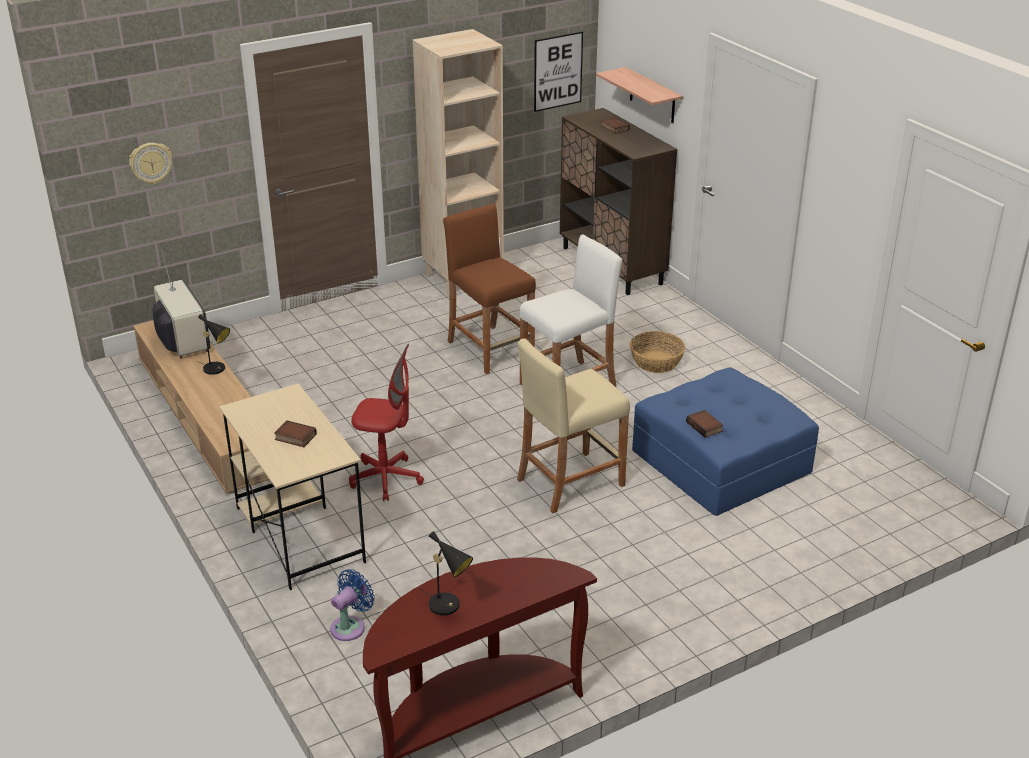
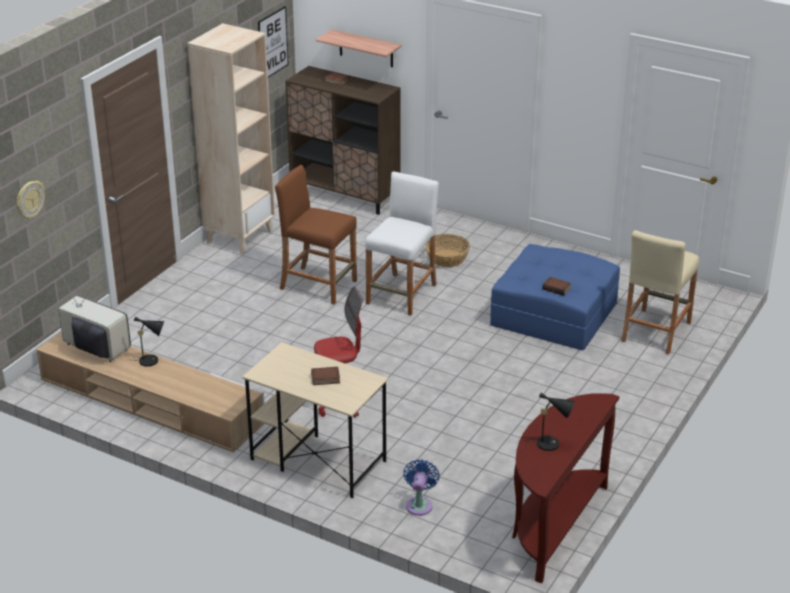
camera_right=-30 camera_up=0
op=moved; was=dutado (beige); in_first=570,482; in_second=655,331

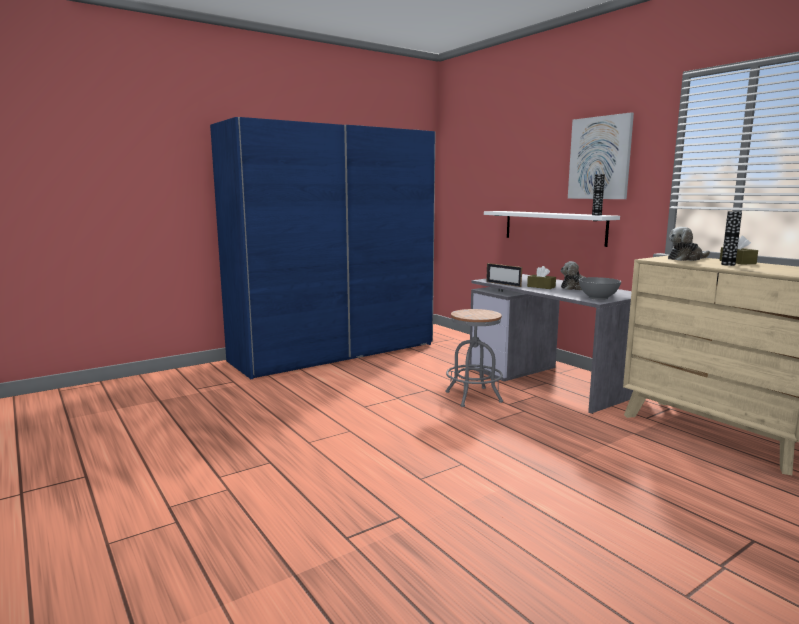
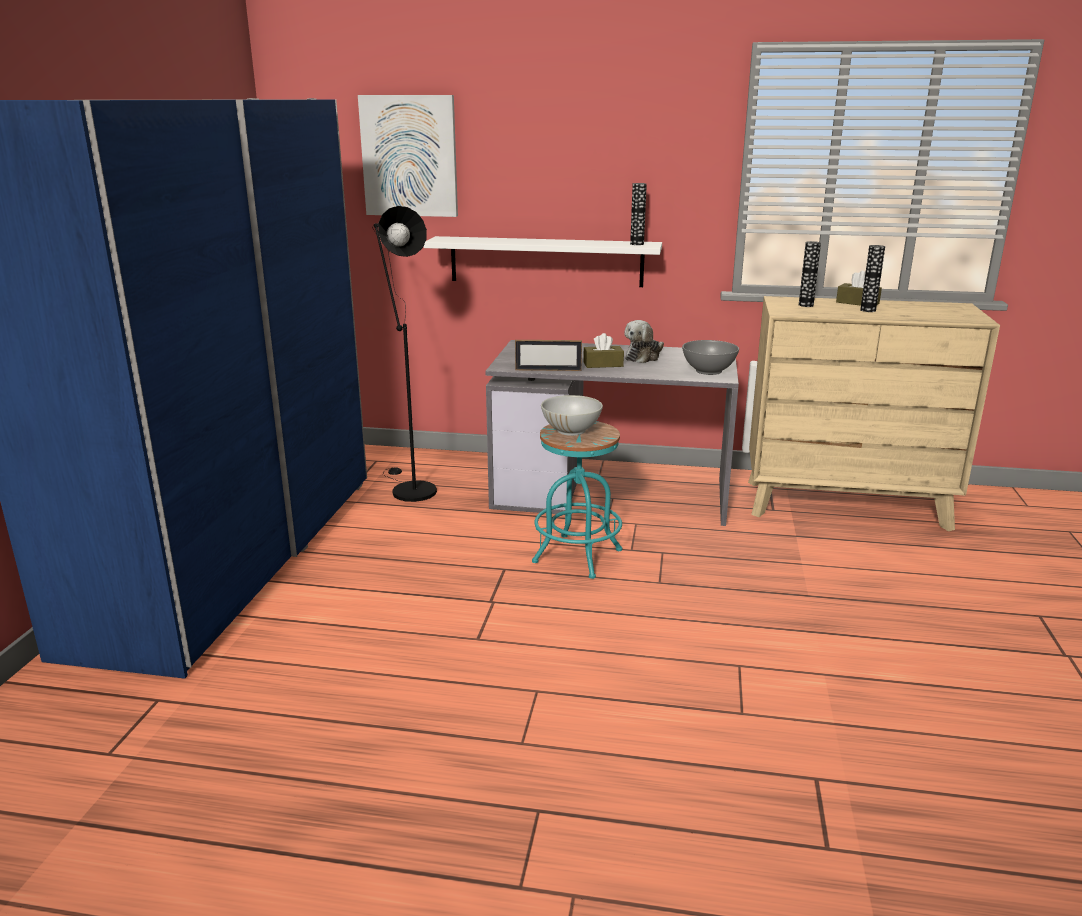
camera_right=-45 camera_up=10
op=moved; was=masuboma; in_first=600,158; in_second=409,156
op=replaced; was=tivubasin; now=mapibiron; in_first=686,259; in_second=806,305
op=recoloured; was=dutado (grey); now=dutado (turquoise); in_first=473,397; in_second=577,556
op=added; now=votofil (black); in_second=409,489
op=added; now=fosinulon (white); in_second=571,430

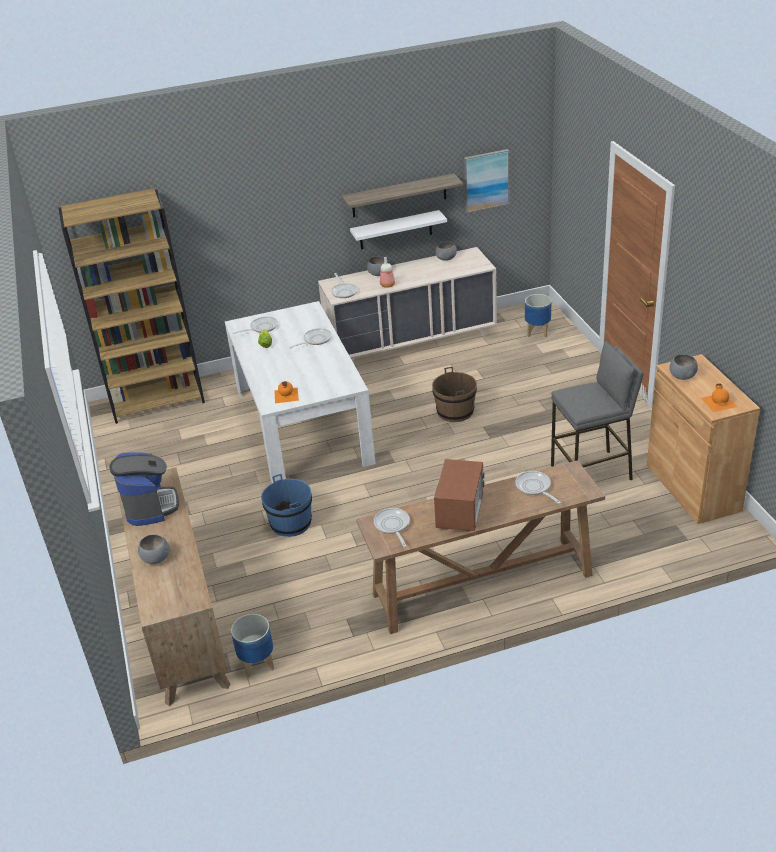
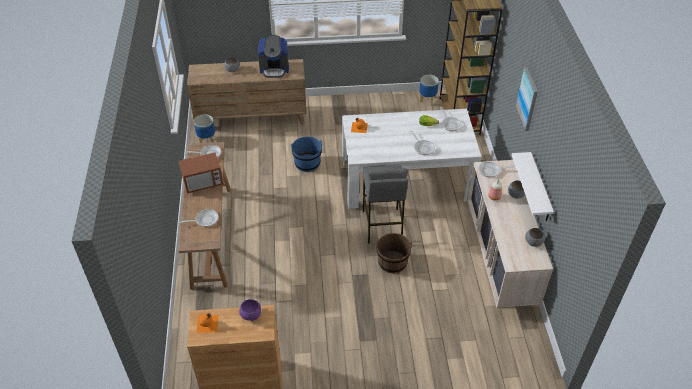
camera_right=100 camera_up=10
op=moved; was=masuboma; in_first=486,180; in_second=527,98
op=removed; was=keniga; in_first=399,196
op=moved; was=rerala; in_first=538,332; in_second=427,100
op=moved; was=dutado (grey); in_first=592,473; in_second=382,225
op=recoloured; was=fosinulon (grey); now=fosinulon (purple); in_first=682,376; in_second=251,314
op=turned; was=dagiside; in_first=460,512; in_second=203,182; clockwise=-45

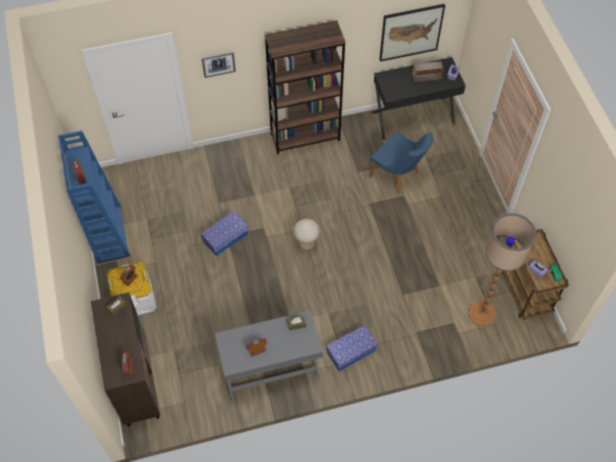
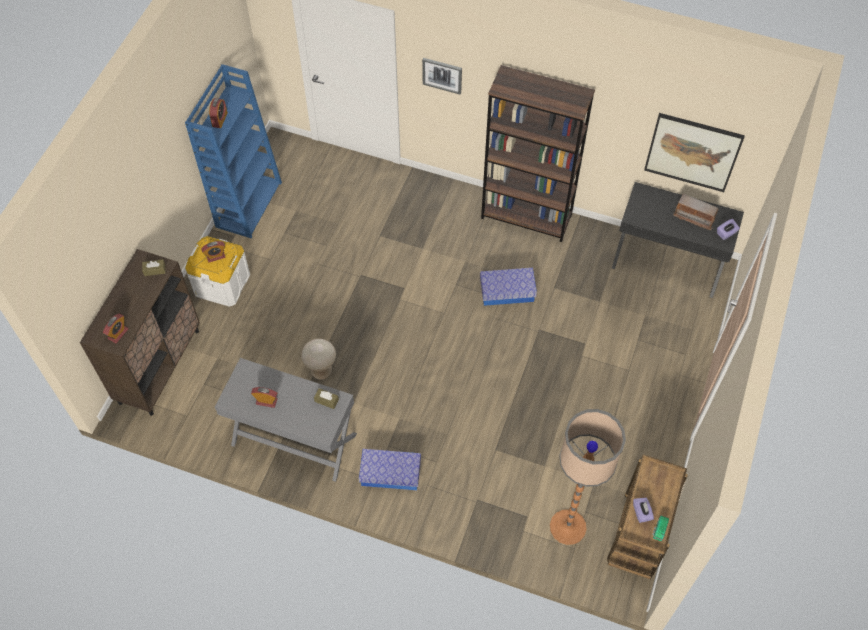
camera_right=35 camera_up=0
op=removed; was=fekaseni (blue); in_first=398,176
op=moved; was=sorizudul; in_first=225,237; in_second=507,292
op=moved; was=dutado (beige); in_first=306,244; in_second=321,371

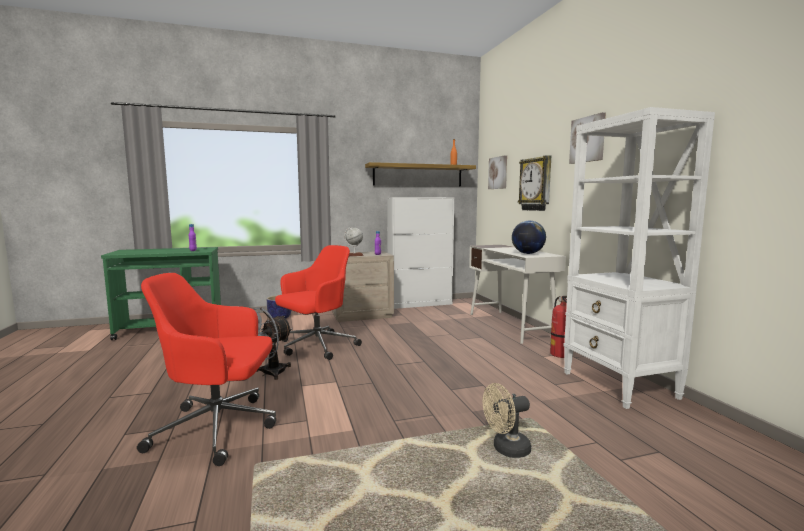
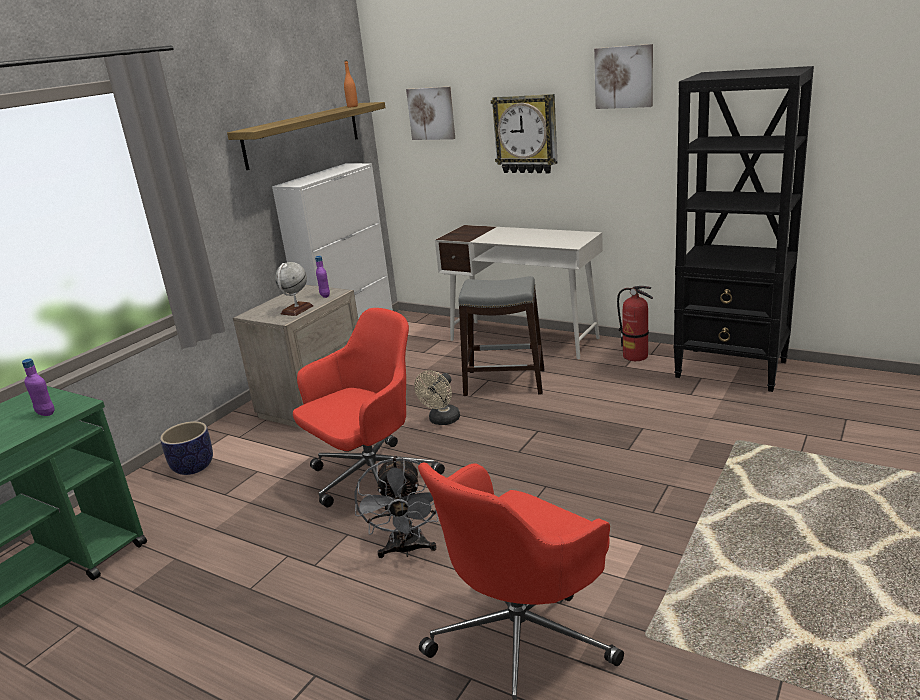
camera_right=-40 camera_up=15
op=recoloured; was=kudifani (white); now=kudifani (black); in_first=619,385; in_second=732,369
op=removed; was=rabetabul; in_first=527,253
op=turned; was=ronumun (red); in_first=316,346; in_second=370,480; clockwise=45
op=moved; was=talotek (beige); in_first=506,450; in_second=442,421
op=added; now=dutado (grey); in_second=505,382

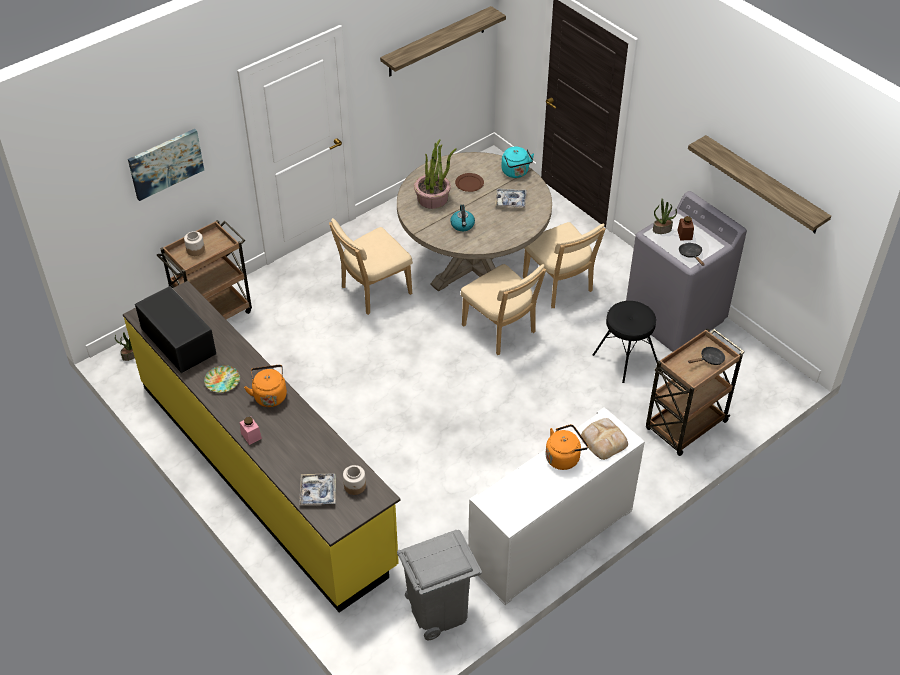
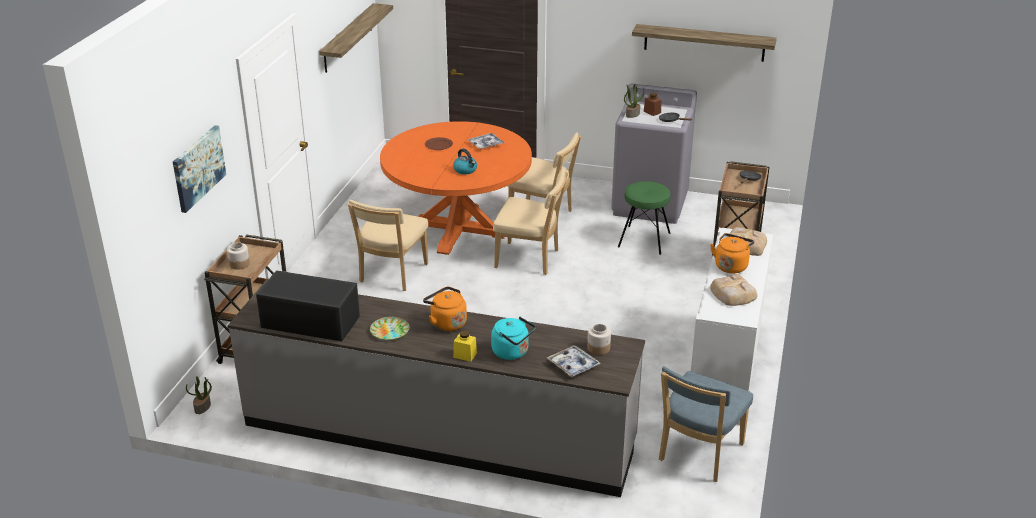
camera_right=-35 camera_up=-15
op=removed; was=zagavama; in_first=433,198
op=moved; was=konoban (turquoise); in_first=516,172; in_second=512,352
op=recoloured; was=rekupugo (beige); now=rekupugo (orange); in_first=473,265; in_second=458,229
op=recoloured; was=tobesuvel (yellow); now=tobesuvel (grey); in_first=265,473; in_second=439,433
op=recoloured; was=dutado (black); now=dutado (green); in_first=625,358; in_second=644,240
op=recoloured; was=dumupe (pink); now=dumupe (yellow); in_first=251,436; in_second=465,355
op=replaced; was=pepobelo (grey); now=fekaseni (blue); in_first=438,611; in_second=698,454
op=added; now=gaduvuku; in_second=733,294

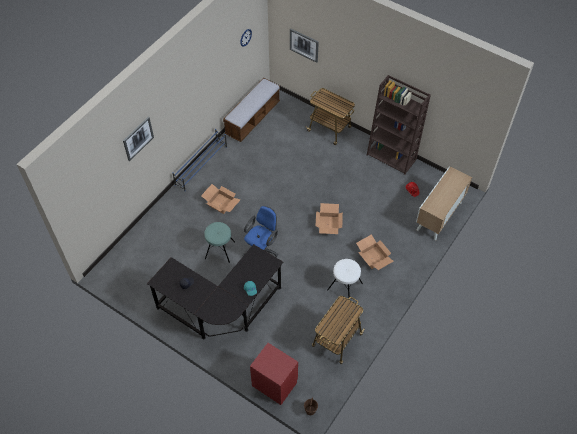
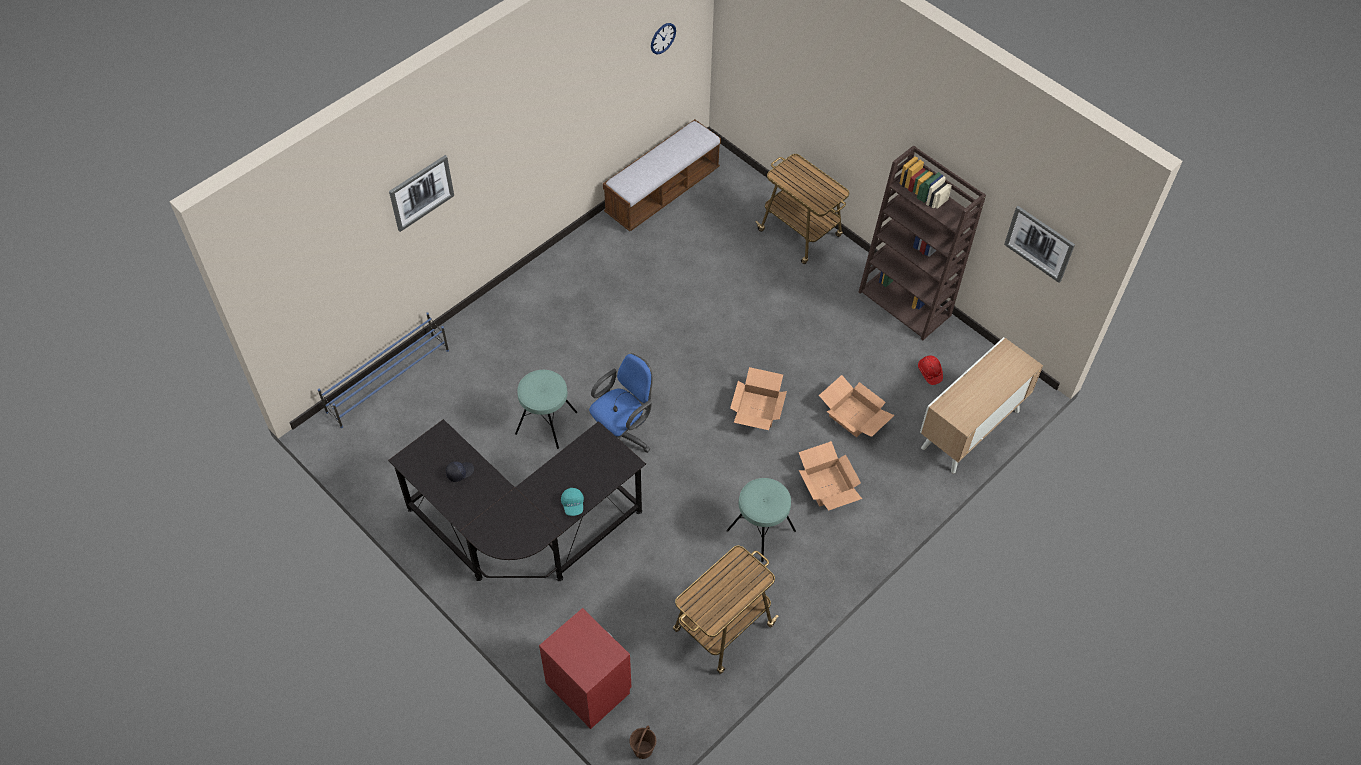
camera_right=10 camera_up=0
op=moved; was=masuboma; in_first=304,45; in_second=1039,243
op=moved; was=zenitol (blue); in_first=201,165; in_second=389,381
op=moved; was=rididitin; in_first=221,203; in_second=853,416
op=recoloured; was=dutado (white); now=dutado (turquoise); in_first=345,286; in_second=761,530

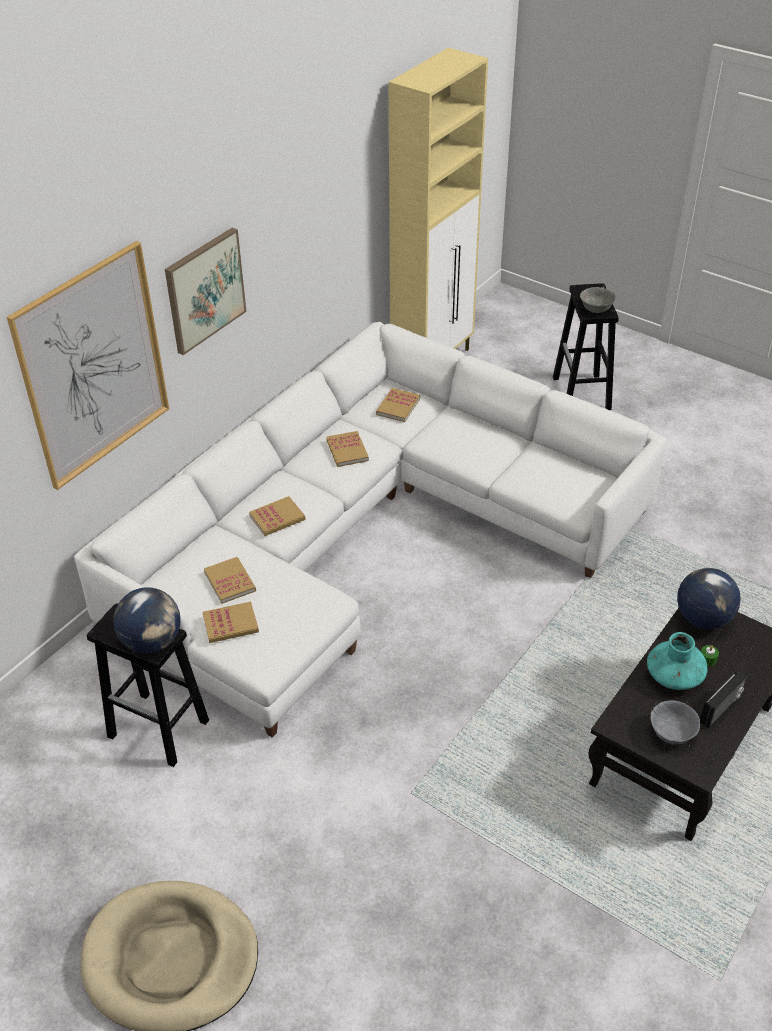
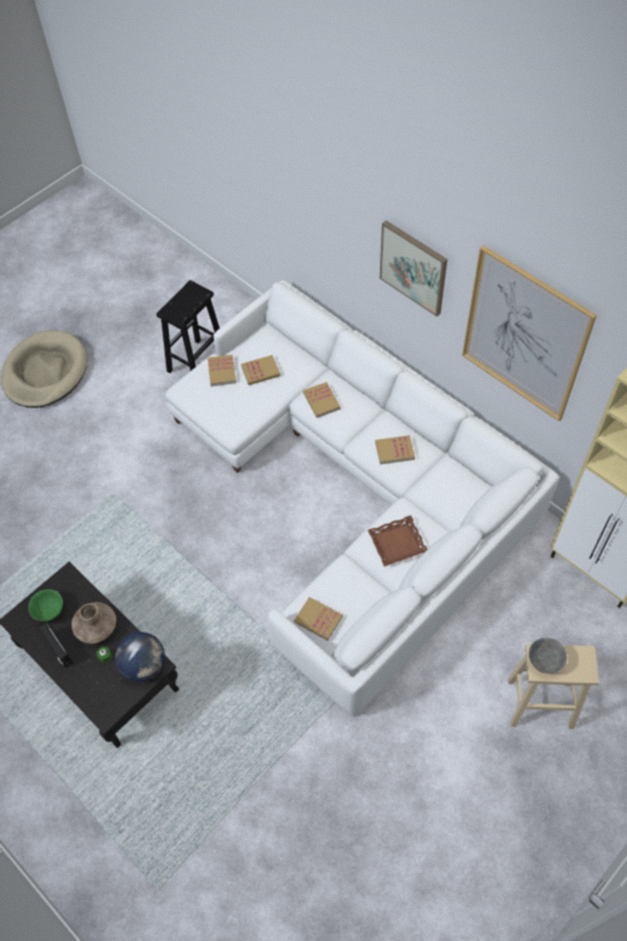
camera_right=100 camera_up=15
op=moved; was=masuboma; in_first=94,366; in_second=524,335
op=recoloured; was=dutado (black); now=dutado (beige); in_first=582,394; in_second=539,703
op=moved; was=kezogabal; in_first=398,406; in_second=318,619
op=removed; was=rabetabul; in_first=152,642
op=recoloured; was=mapibiron (turquoise); now=mapibiron (brown); in_first=674,676; in_second=96,627
op=recoloured; was=fosinulon (grey); now=fosinulon (green); in_first=672,733; in_second=49,611
op=added; now=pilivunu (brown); in_second=397,543

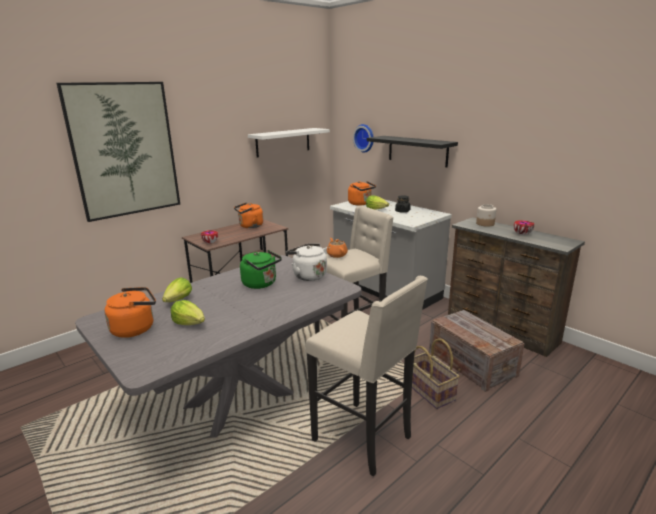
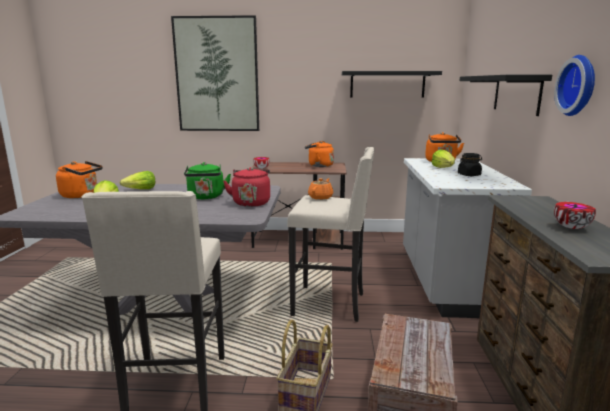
camera_right=45 camera_up=-5
op=moved; was=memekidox; in_first=365,138; in_second=579,85
op=recoloured; was=keniga (white); now=keniga (black); in_first=283,142; in_second=387,84
op=removed; was=dumupe; in_first=485,224
op=recoloured; was=konoban (white); now=konoban (red); in_first=308,276; in_second=251,202

